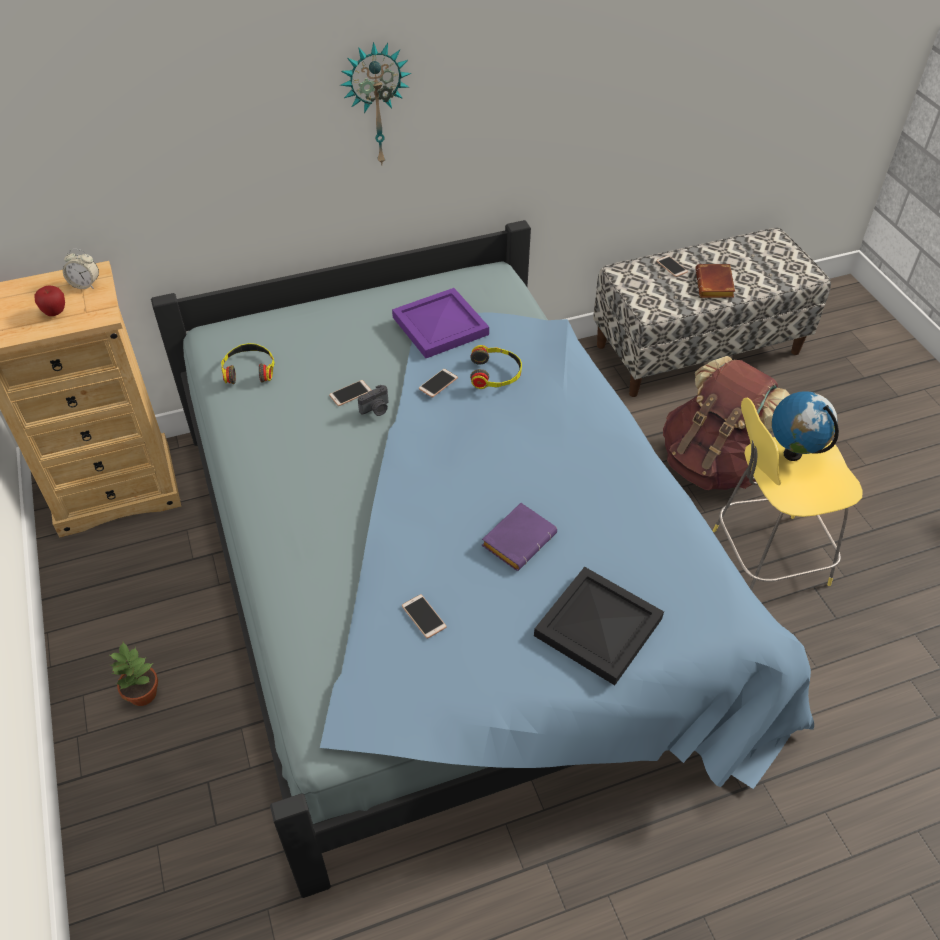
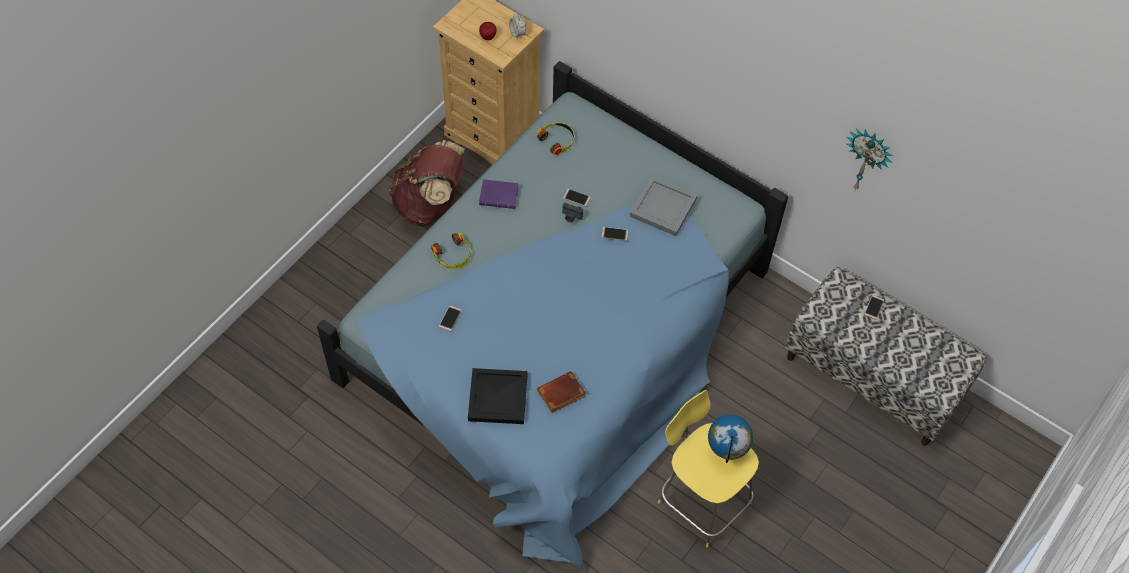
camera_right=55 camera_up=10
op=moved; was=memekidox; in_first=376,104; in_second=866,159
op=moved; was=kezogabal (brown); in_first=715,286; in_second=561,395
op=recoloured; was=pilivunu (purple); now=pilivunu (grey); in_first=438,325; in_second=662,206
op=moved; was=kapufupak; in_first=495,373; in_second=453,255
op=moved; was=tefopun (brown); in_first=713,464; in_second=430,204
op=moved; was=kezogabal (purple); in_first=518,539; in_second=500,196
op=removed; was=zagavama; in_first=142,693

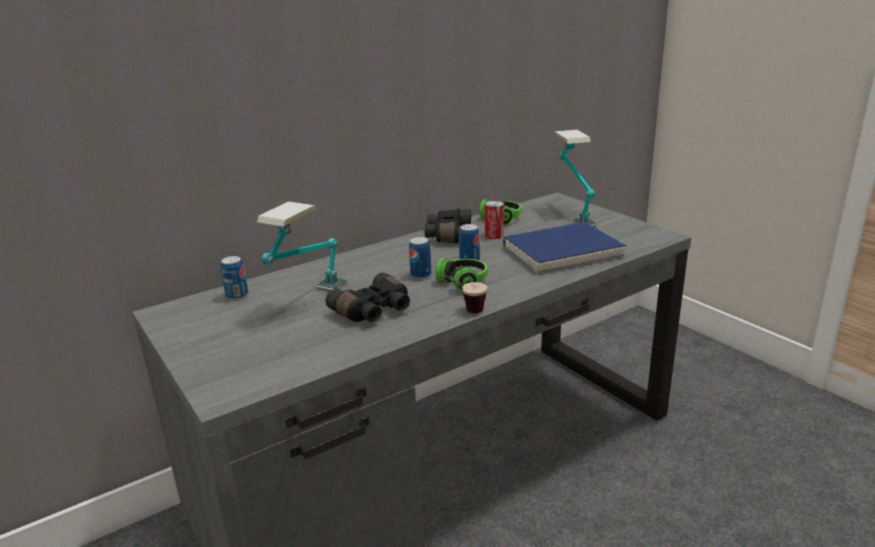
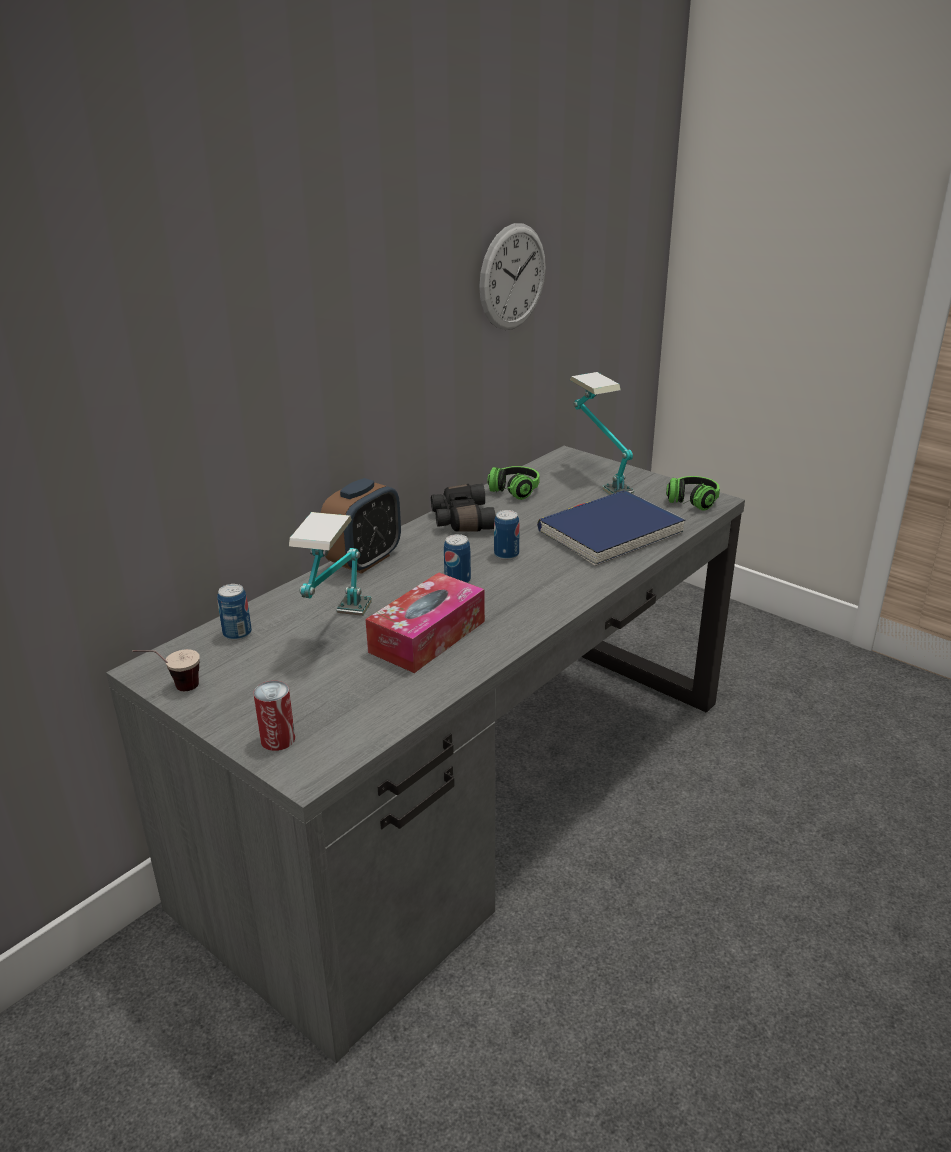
camera_right=-15 camera_up=5
op=moved; was=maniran; in_first=494,235; in_second=278,739
op=moved; was=kapufupak; in_first=457,284; in_second=689,504
op=replaced; was=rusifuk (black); now=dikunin; in_first=374,311; in_second=427,636
op=moved; was=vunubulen; in_first=464,311; in_second=173,689
op=added; now=memekidox; in_second=513,277
op=added; now=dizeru; in_second=364,560

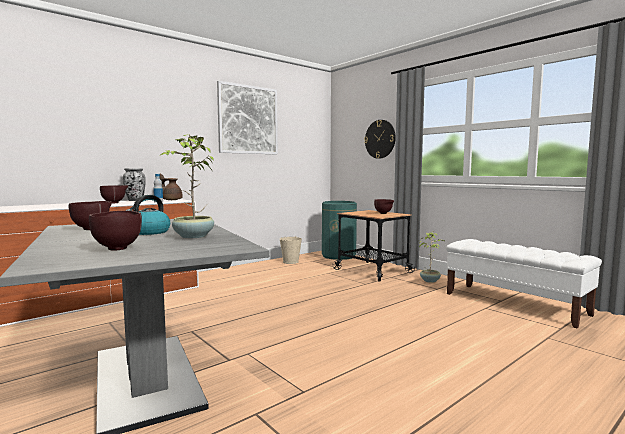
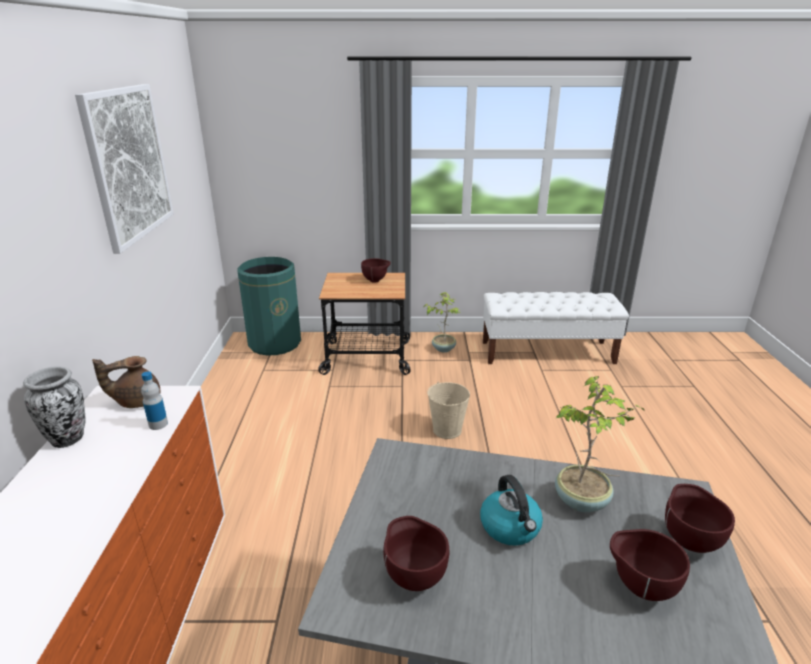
camera_right=-50 camera_up=20
op=removed; was=memekidox; in_first=380,139
op=moved; was=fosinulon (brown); in_first=115,203; in_second=689,540
op=moved; was=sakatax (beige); in_first=291,262; in_second=447,430

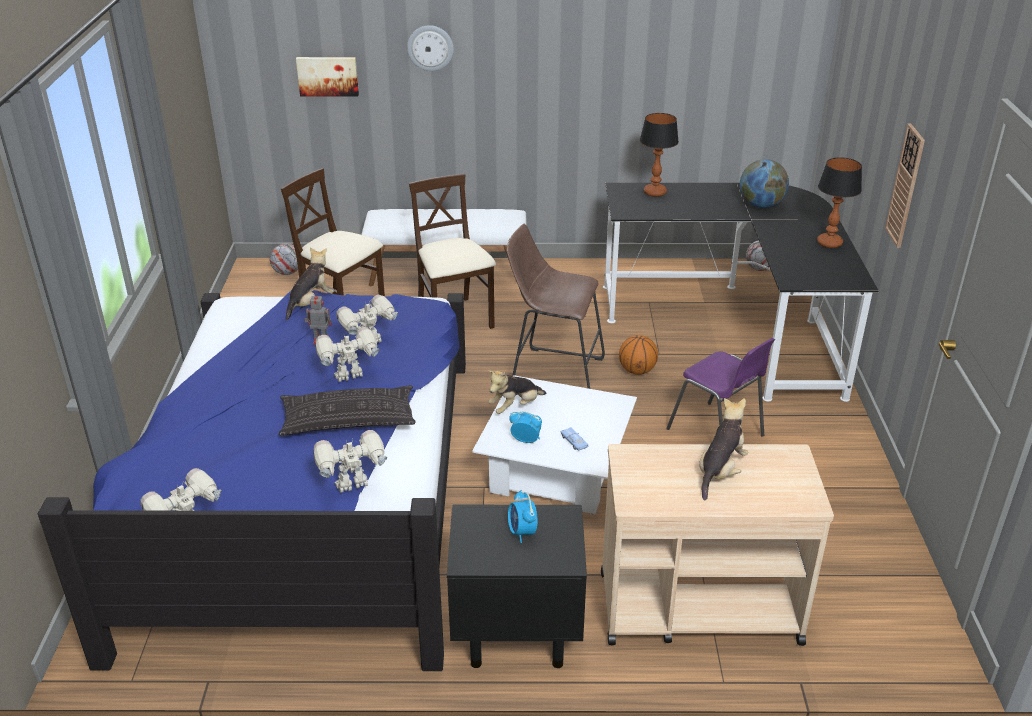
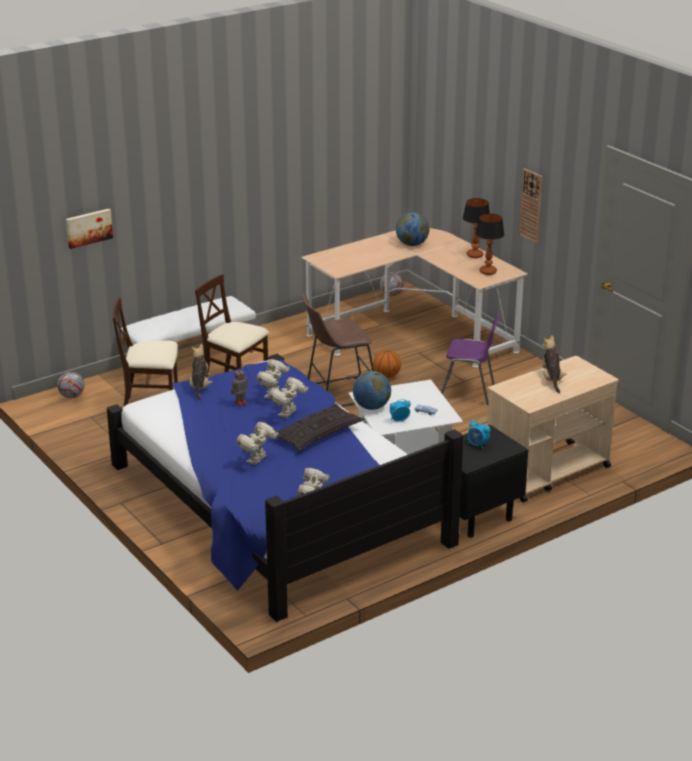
camera_right=-35 camera_up=-5
op=removed; was=memekidox; in_first=430,48
op=moved; was=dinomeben; in_first=654,192; in_second=487,272
op=recoloured; was=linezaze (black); now=linezaze (beige); in_first=735,325; in_second=414,332
op=replaced; was=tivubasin; now=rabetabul; in_first=515,407; in_second=371,407
op=moved; was=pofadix; in_first=353,486; in_second=257,460

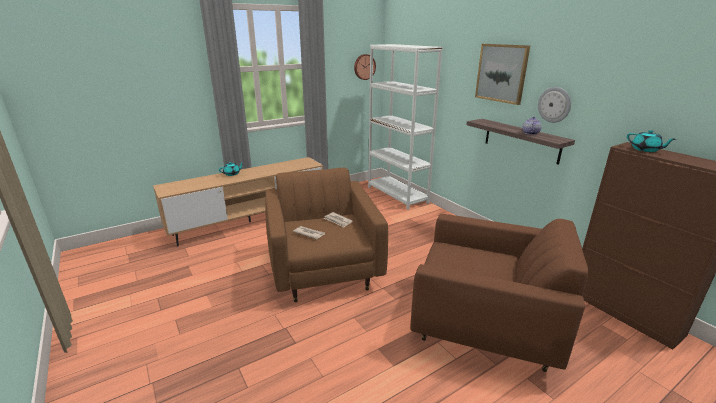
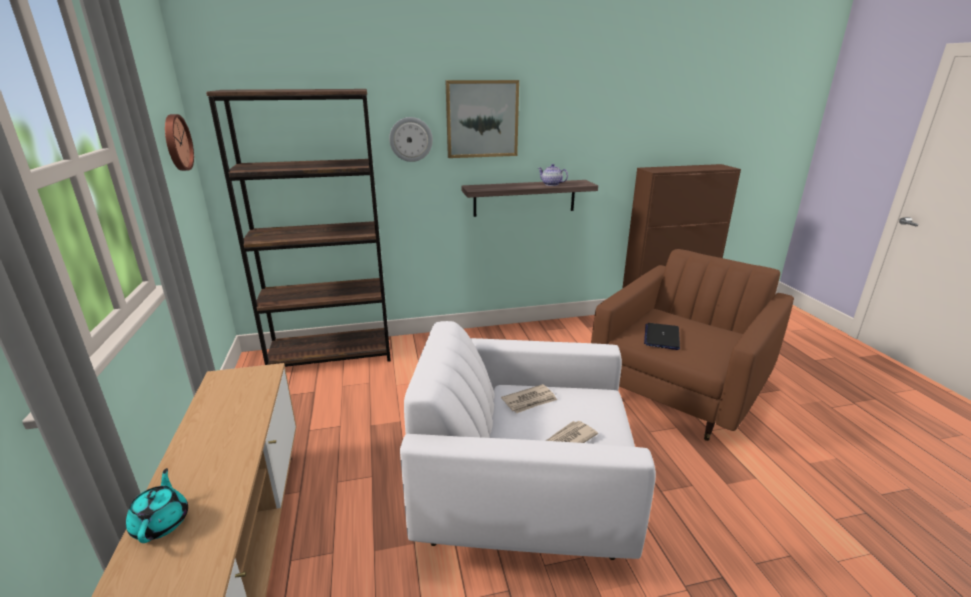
camera_right=-70 camera_up=0
op=recoloured; was=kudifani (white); now=kudifani (brown); in_first=397,195; in_second=332,355
op=moved; was=memekidox; in_first=554,104; in_second=411,139
op=removed; was=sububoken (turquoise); in_first=645,150
op=recoloured; was=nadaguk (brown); now=nadaguk (white); in_first=323,269; in_second=522,498
op=added; now=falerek; in_second=661,337

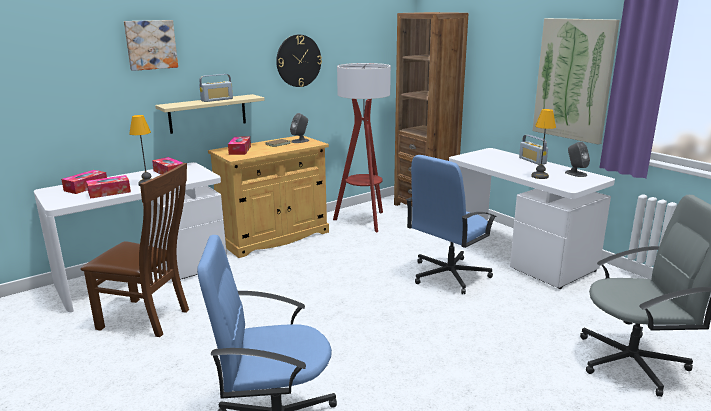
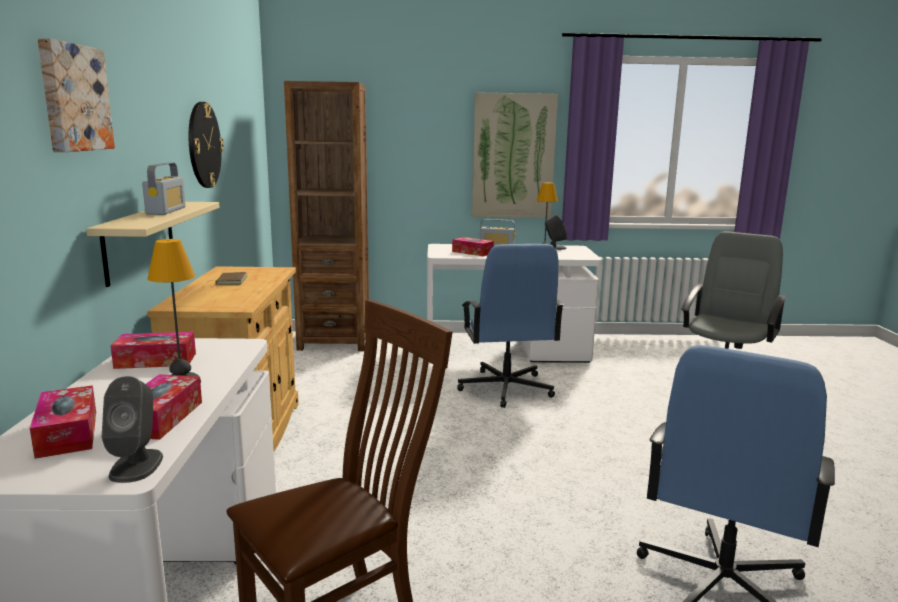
camera_right=-55 camera_up=-5
op=removed; was=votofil; in_first=364,221
op=moved; was=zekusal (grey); in_first=300,141; in_second=136,465
op=moved; was=dikunin; in_first=240,150; in_second=472,252

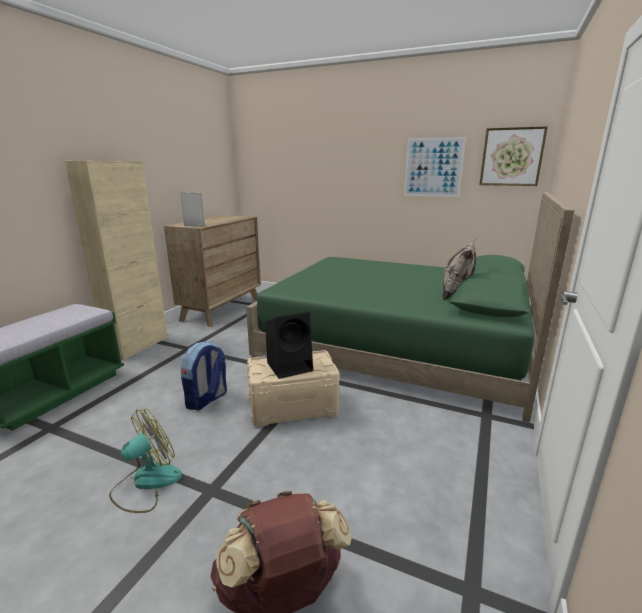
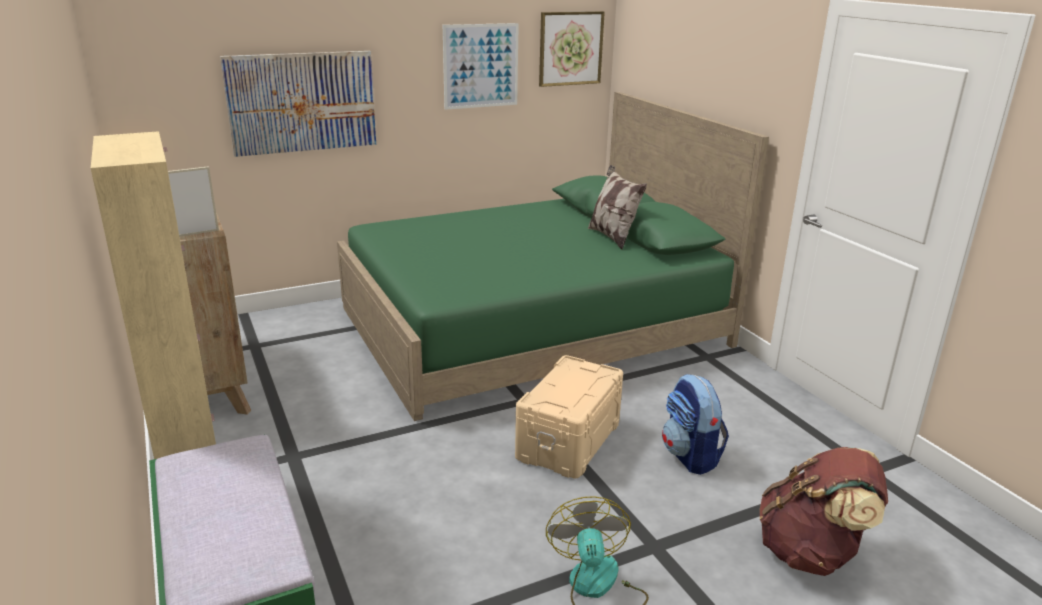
camera_right=-50 camera_up=5
op=removed; was=zekusal (black); in_first=290,366
op=moved; was=tefopun; in_first=206,400; in_second=690,456
op=added; now=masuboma; in_second=302,102

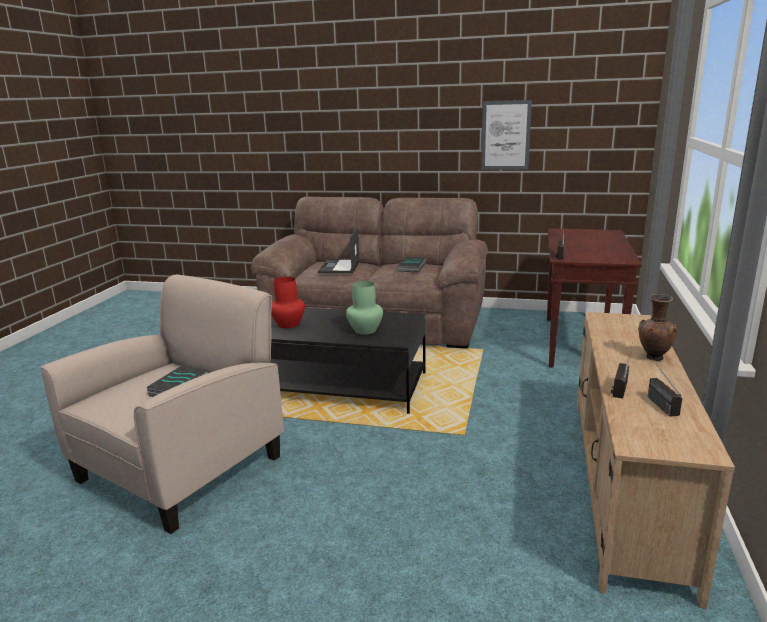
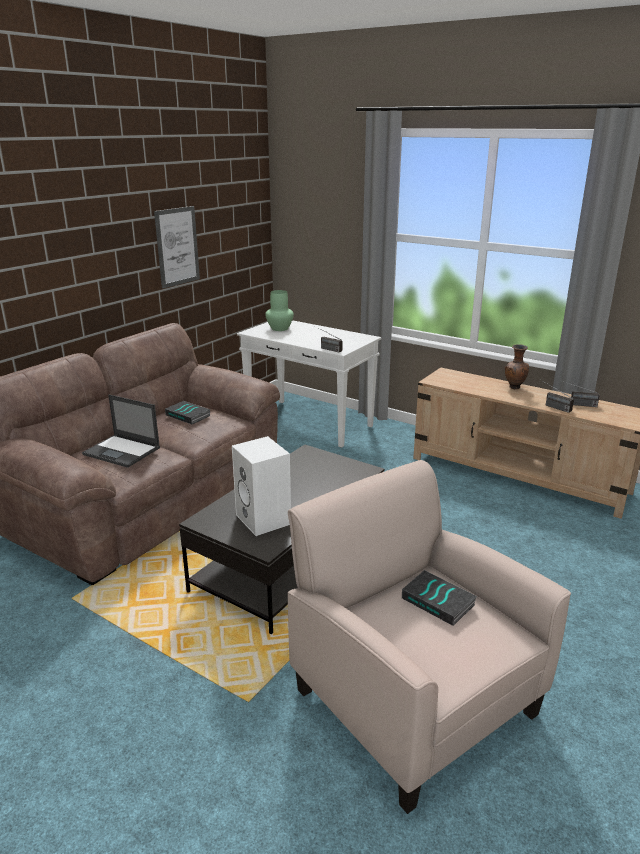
camera_right=-70 camera_up=5
op=recoloured; was=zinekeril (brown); now=zinekeril (white); in_first=581,344; in_second=310,423
op=replaced; was=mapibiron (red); now=zekusal (white); in_first=288,324; in_second=265,519
op=moved; was=mapibiron (green); in_first=364,330; in_second=279,329

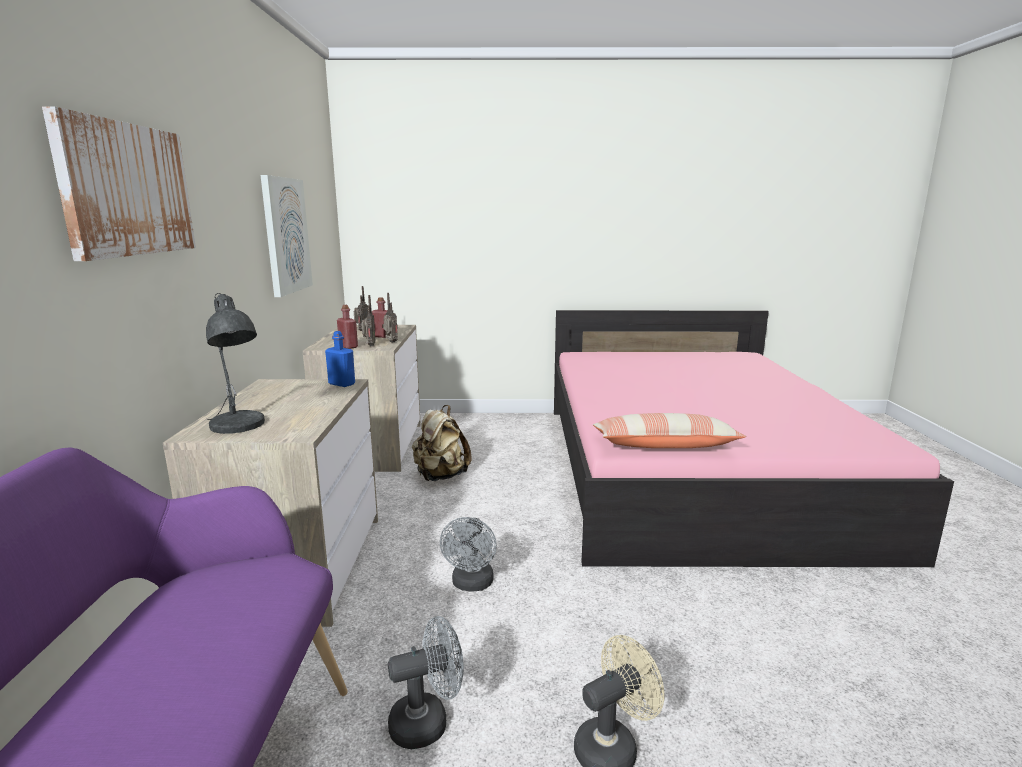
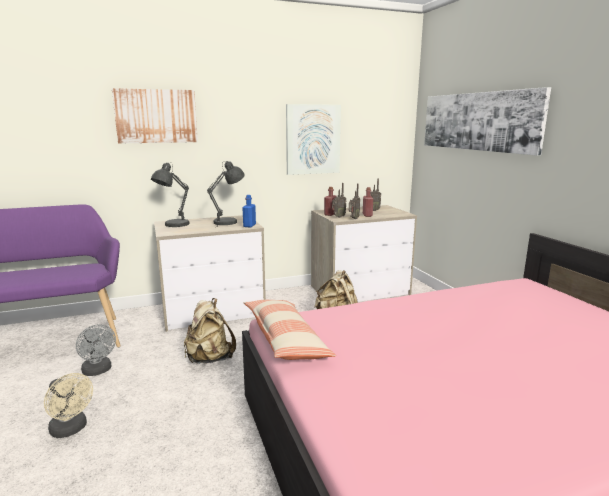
camera_right=70 camera_up=0
op=replaced; was=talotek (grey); now=tefopun (beige); in_first=471,584; in_second=209,358
op=added; now=masuboma; in_second=477,121
op=added; now=dinomeben (grey); in_second=228,222

